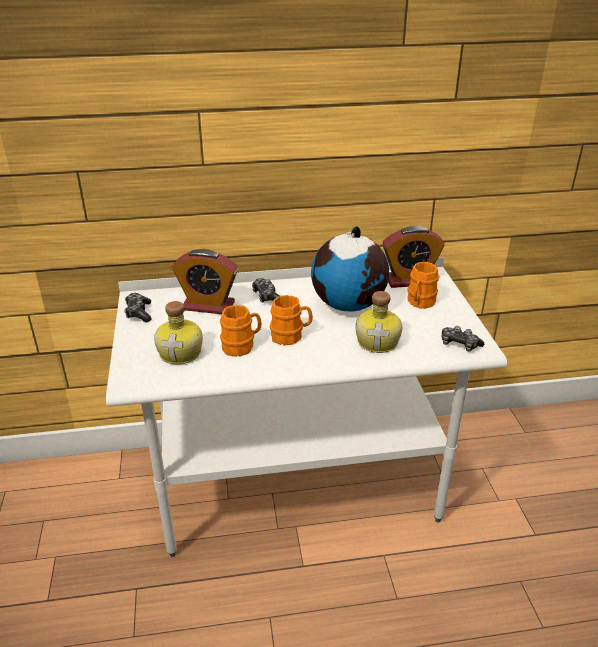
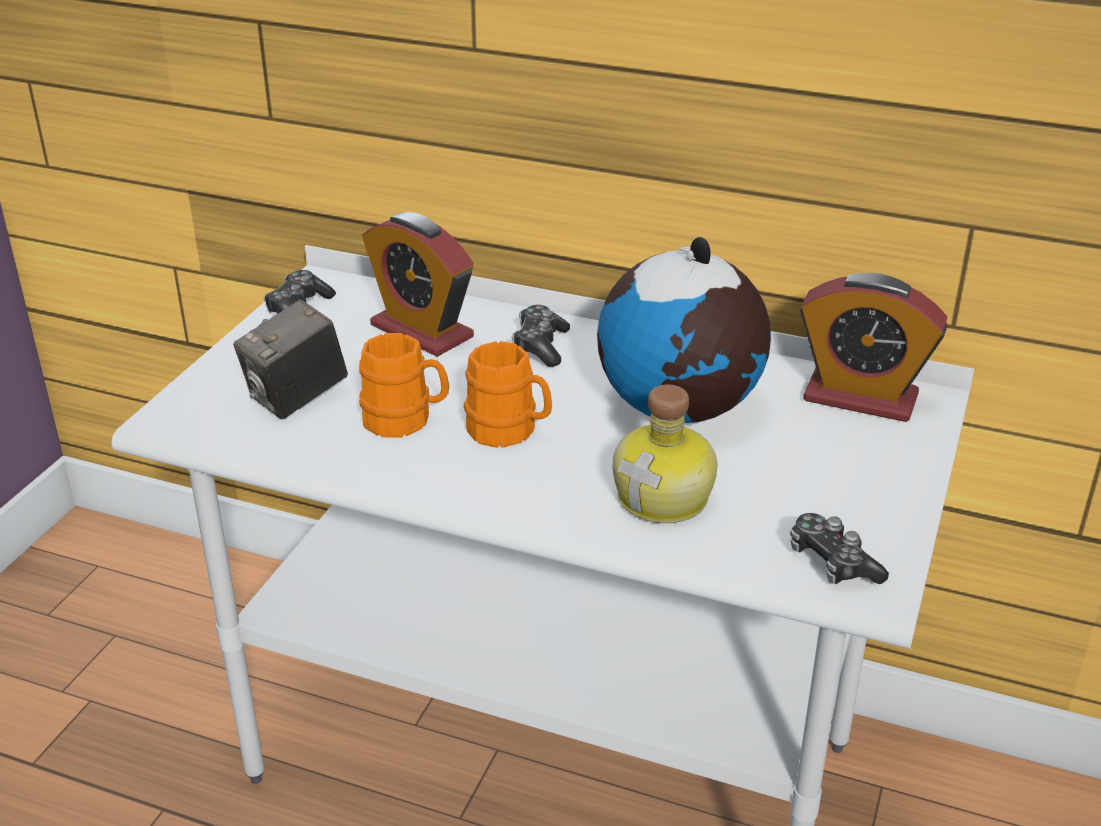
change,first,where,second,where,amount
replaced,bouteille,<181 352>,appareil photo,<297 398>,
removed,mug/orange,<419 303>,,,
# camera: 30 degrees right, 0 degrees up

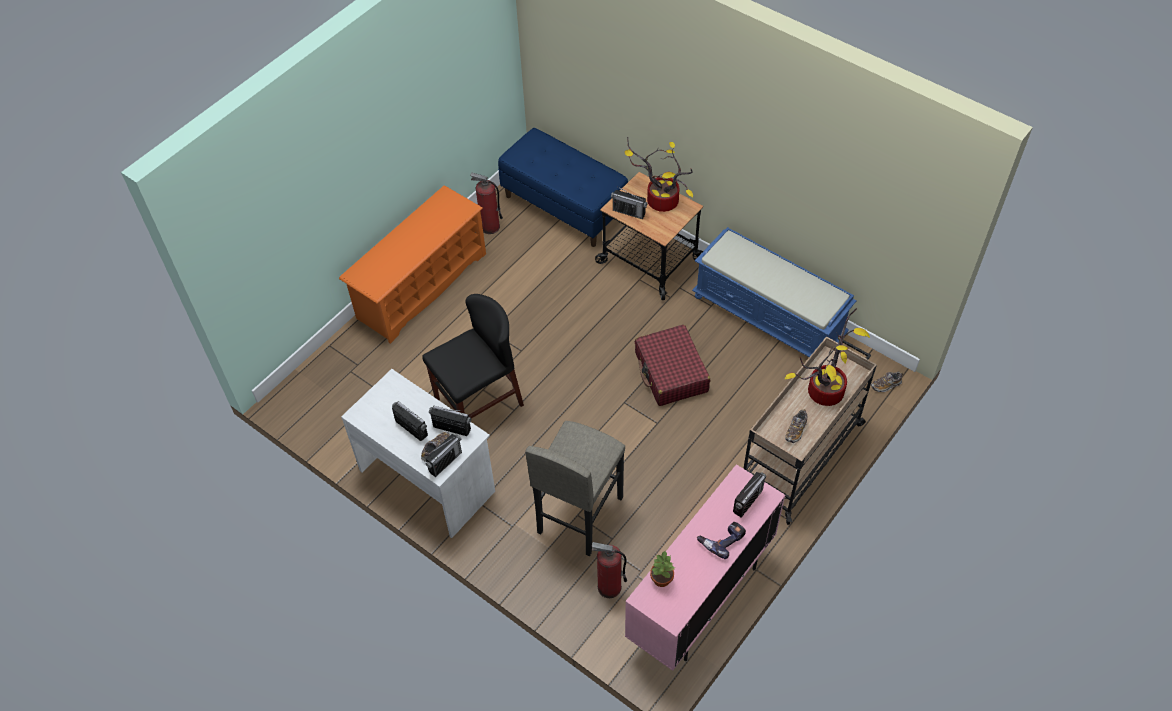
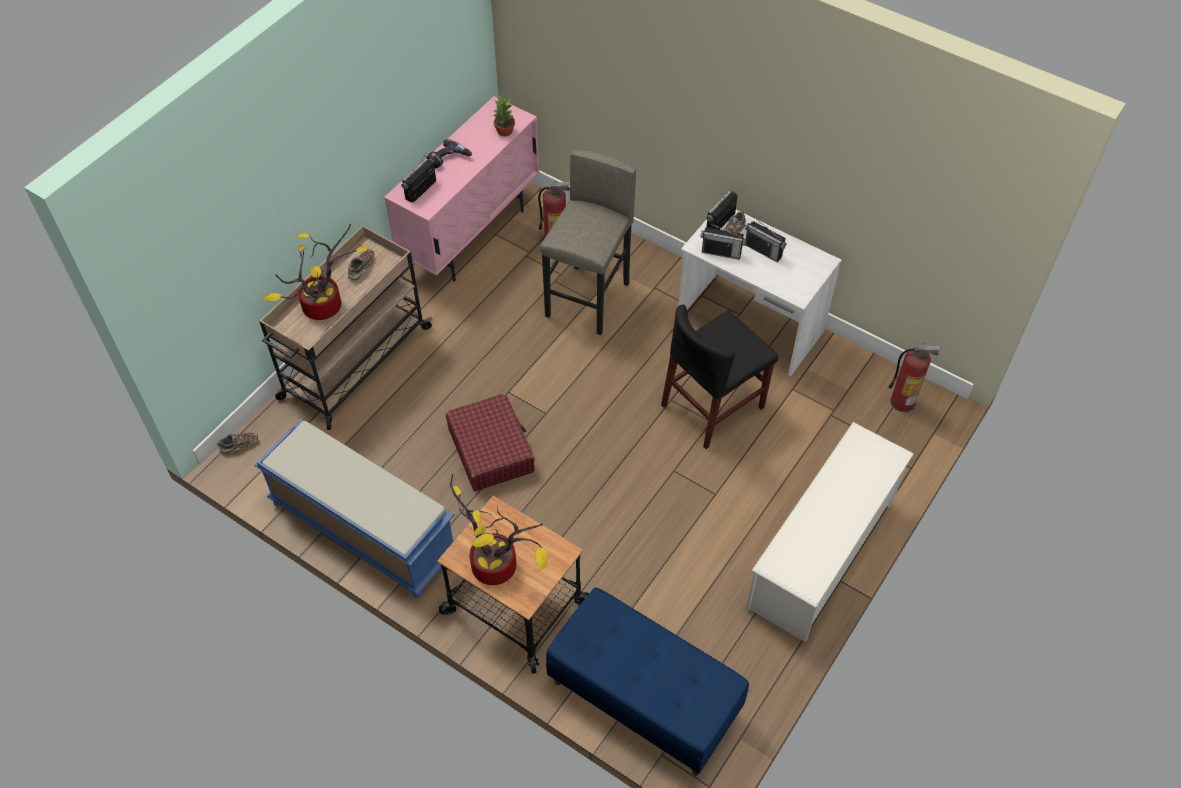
change,first,where,second,where,amount
recoloured,étagère à chaussures/orange,<421 286>,étagère à chaussures/blanc,<821 555>,
moved,extincteur,<490 227>,,<902 401>,
removed,radio,<629 212>,,,
# camera: 175 degrees right, 0 degrees up

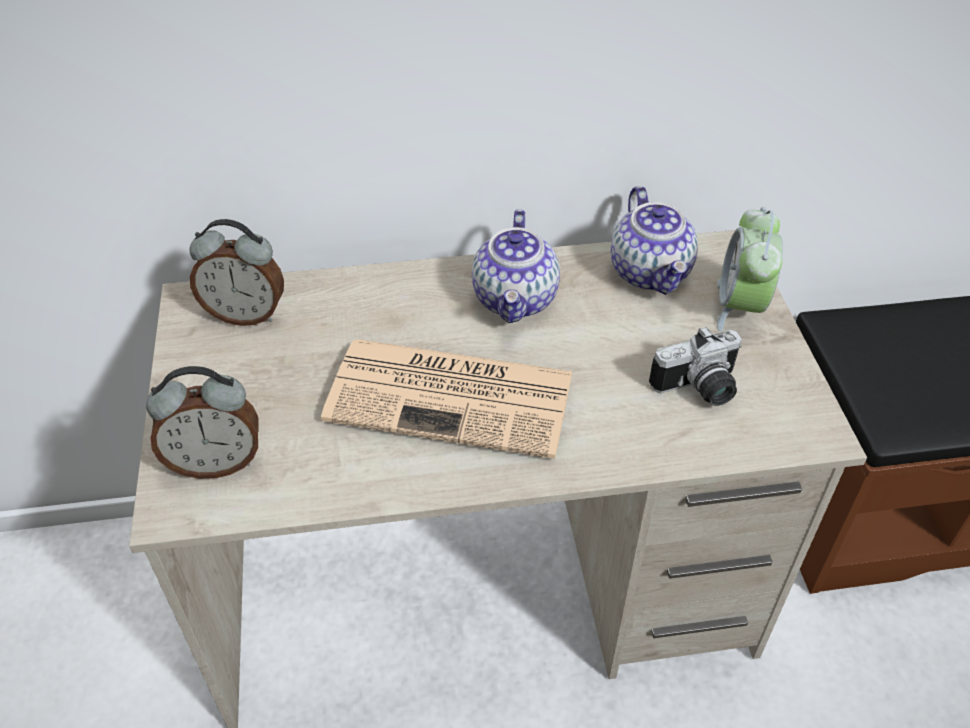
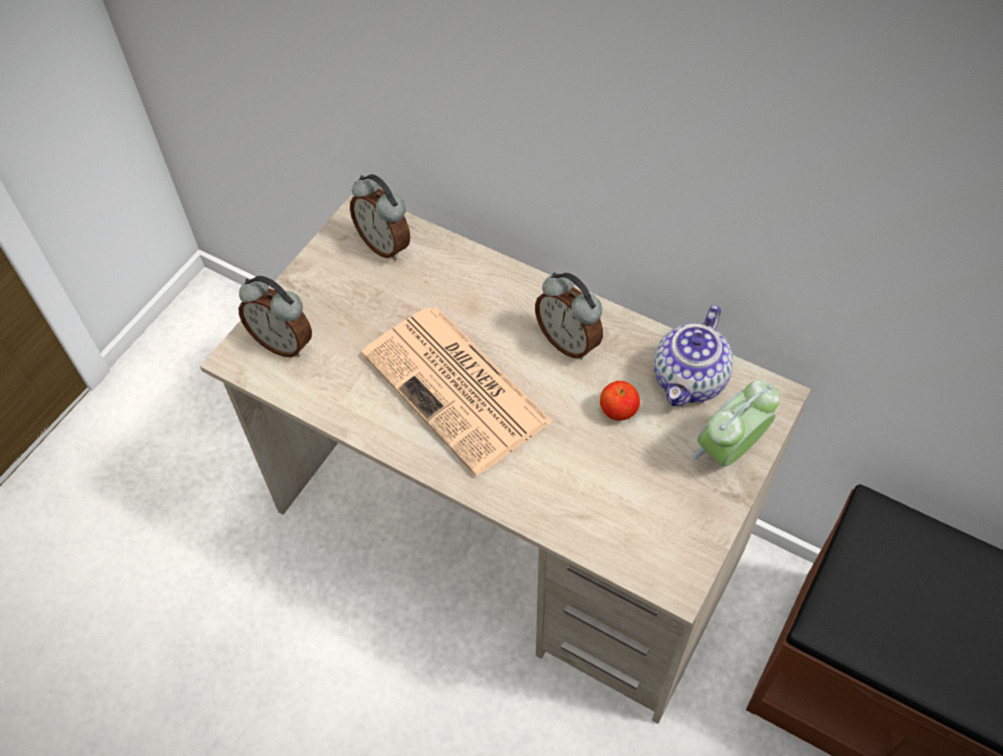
change,first,where,second,where,amount
replaced,théière,<516 300>,réveil,<569 341>,
removed,appareil photo,<699 389>,,,
added,,,pomme,<618 411>,
# camera: 40 degrees right, 10 degrees up

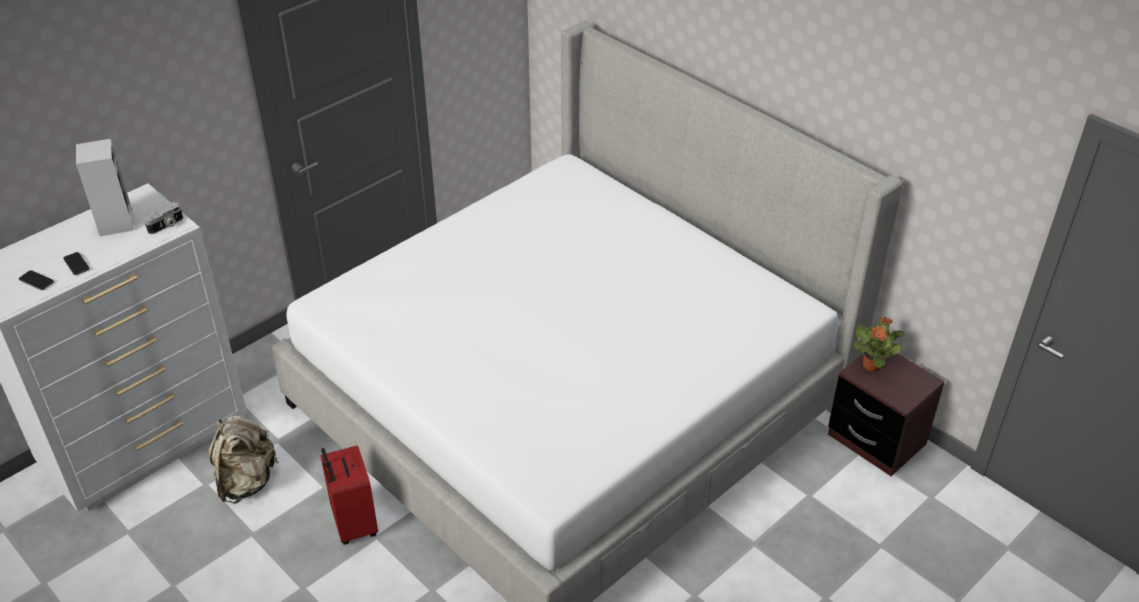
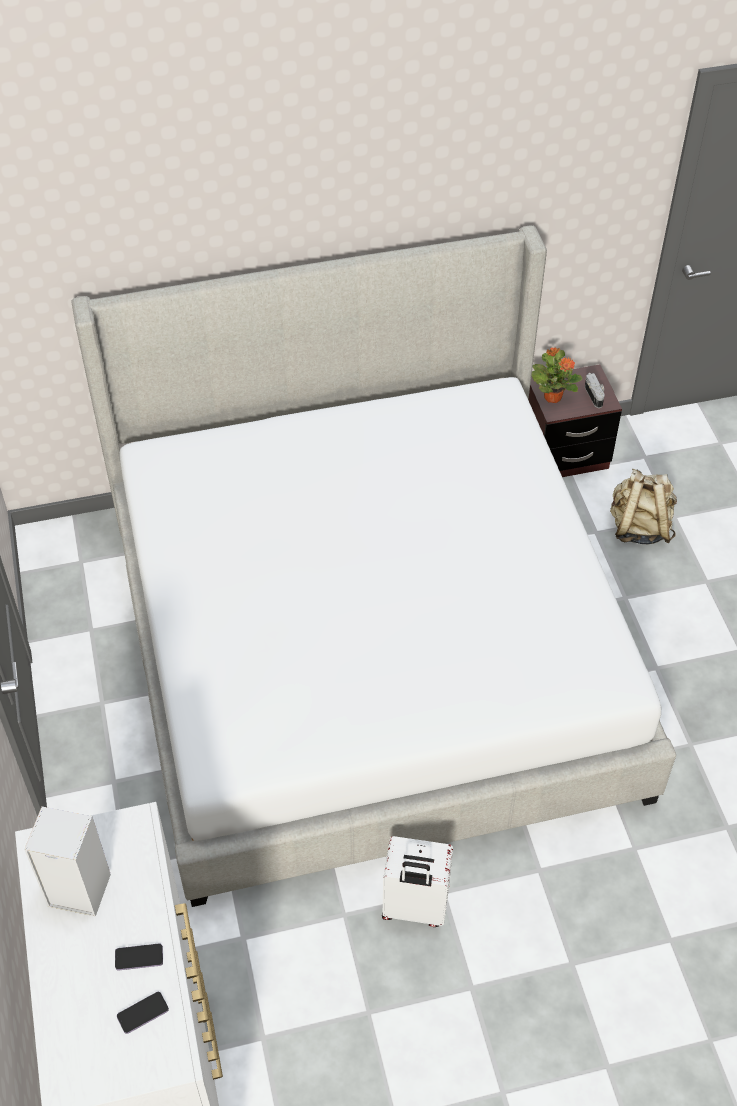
change,first,where,second,where,amount
moved,appareil photo,<166 225>,,<595 395>,
moved,sac à dos/beige,<246 481>,,<639 527>,
recoloured,valise/rouge,<353 524>,valise/blanc,<414 908>,
# camera: 60 degrees left, 10 degrees up

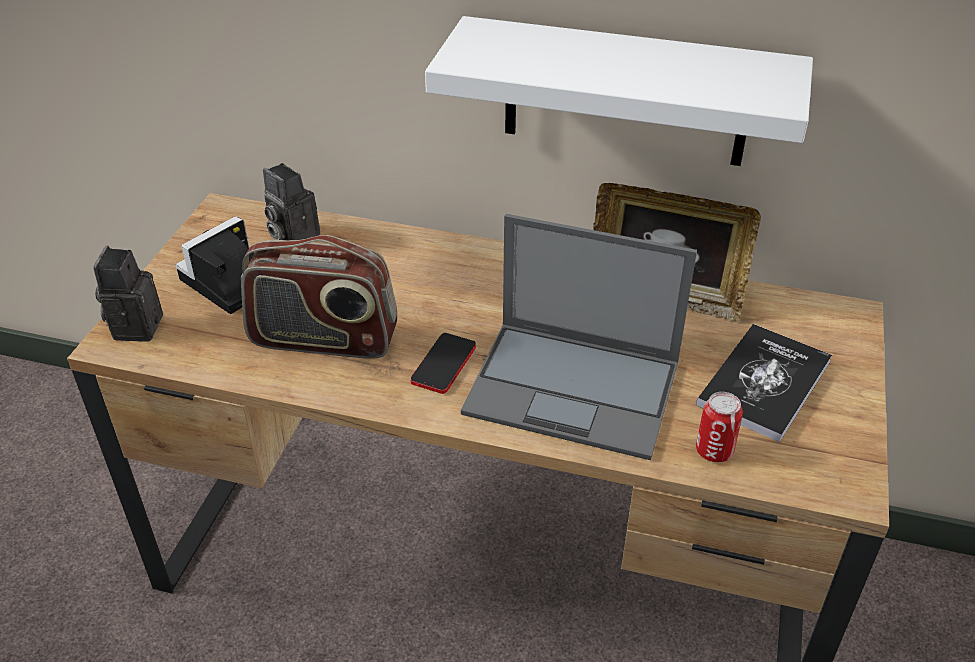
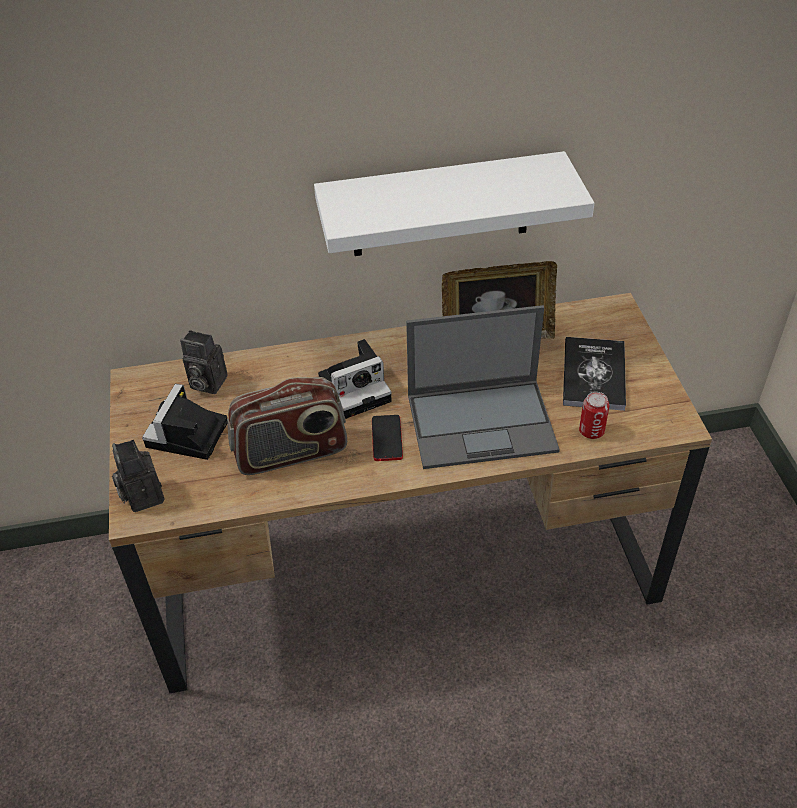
change,first,where,second,where,amount
added,,,appareil photo,<357 388>,
# camera: 25 degrees left, 5 degrees up

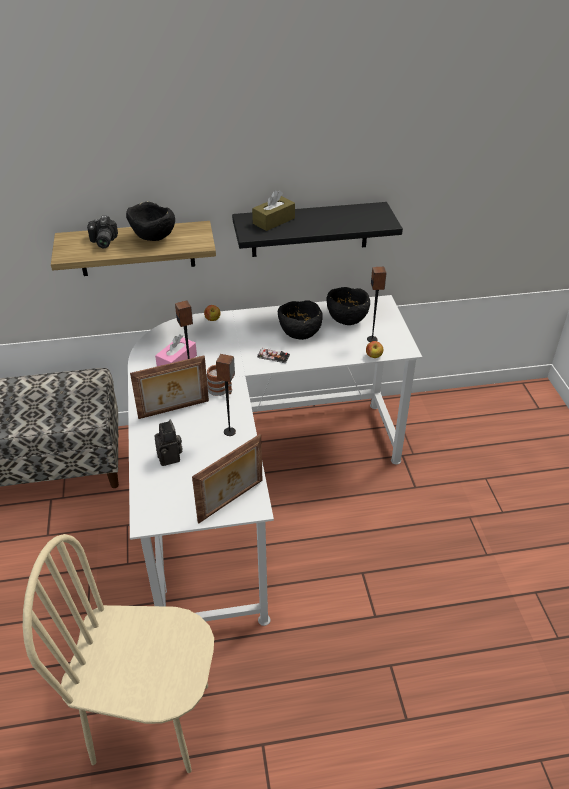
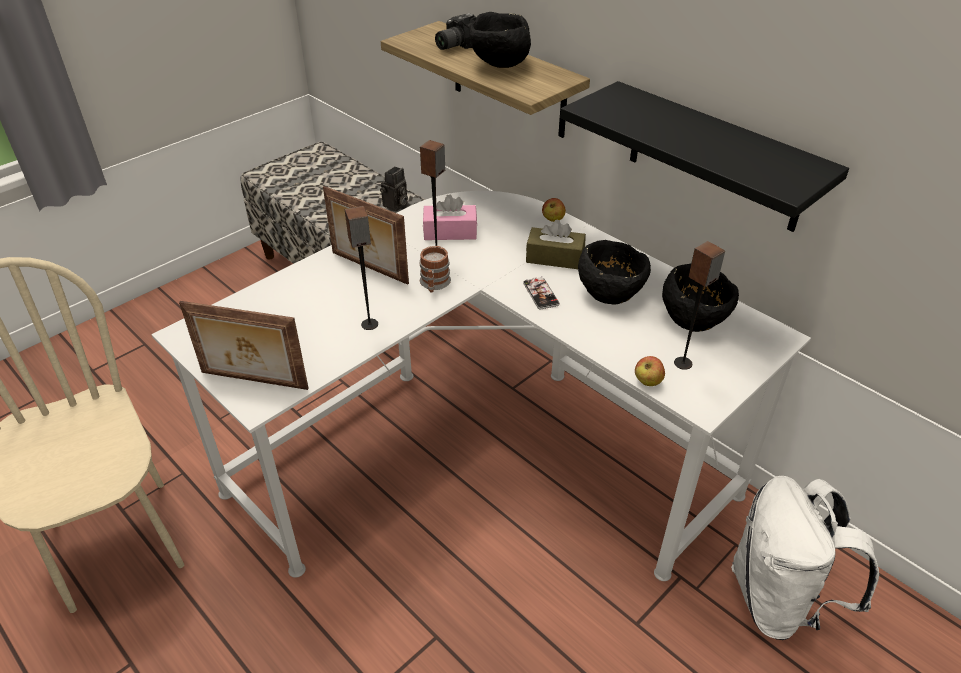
change,first,where,second,where,amount
moved,appareil photo,<170 458>,,<395 206>,
moved,boîte à mouchoirs/marron,<273 221>,,<554 258>,
added,,,sac à dos/blanc,<778 600>,
# camera: 55 degrees right, 0 degrees up

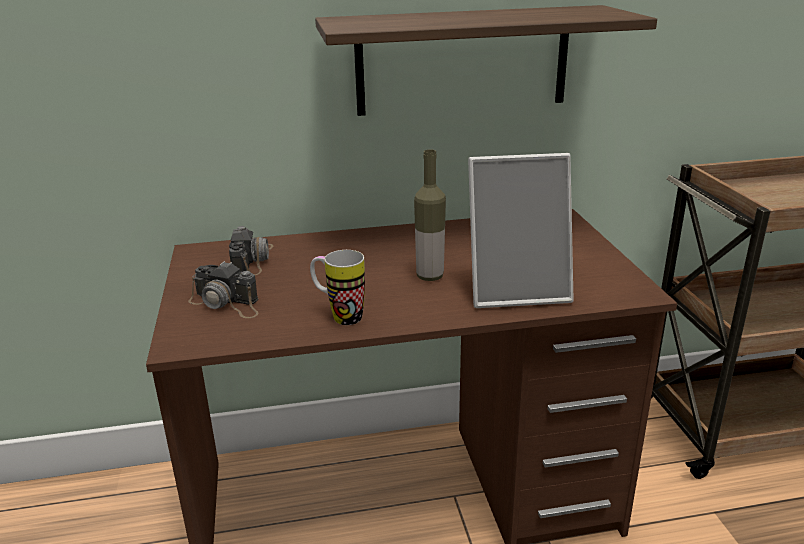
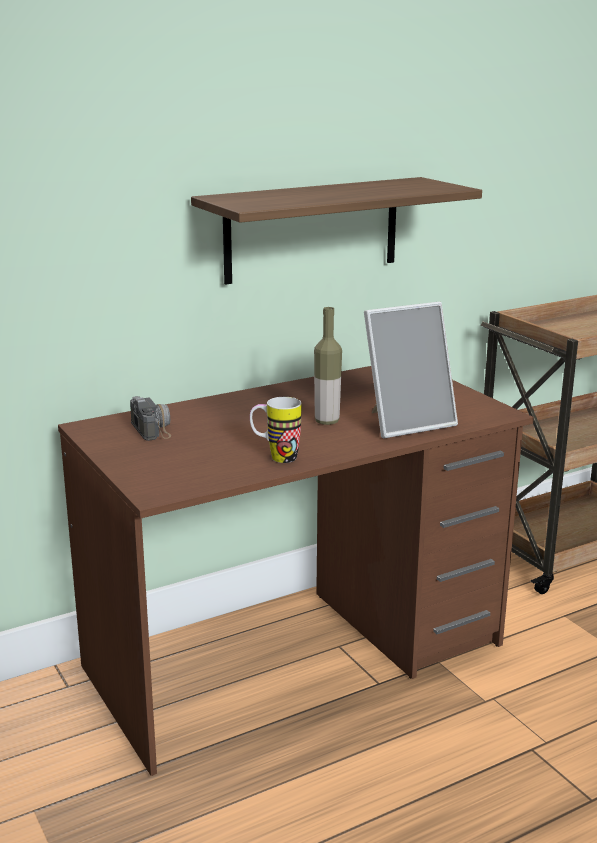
change,first,where,second,where,amount
removed,appareil photo,<227 303>,,,
# camera: 20 degrees left, 5 degrees down

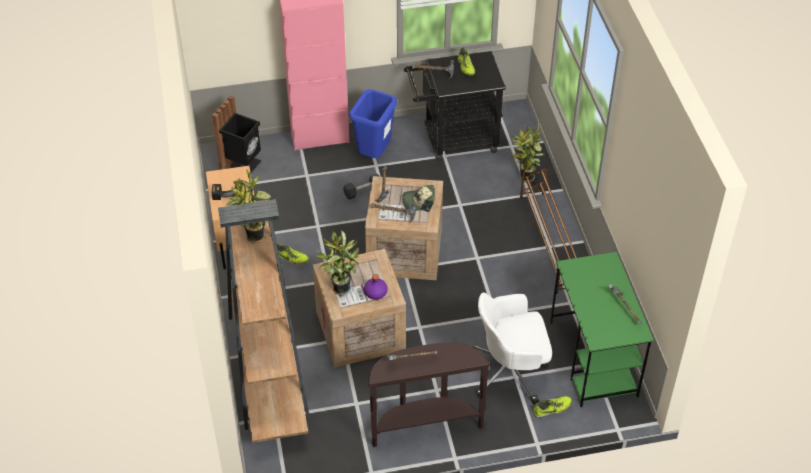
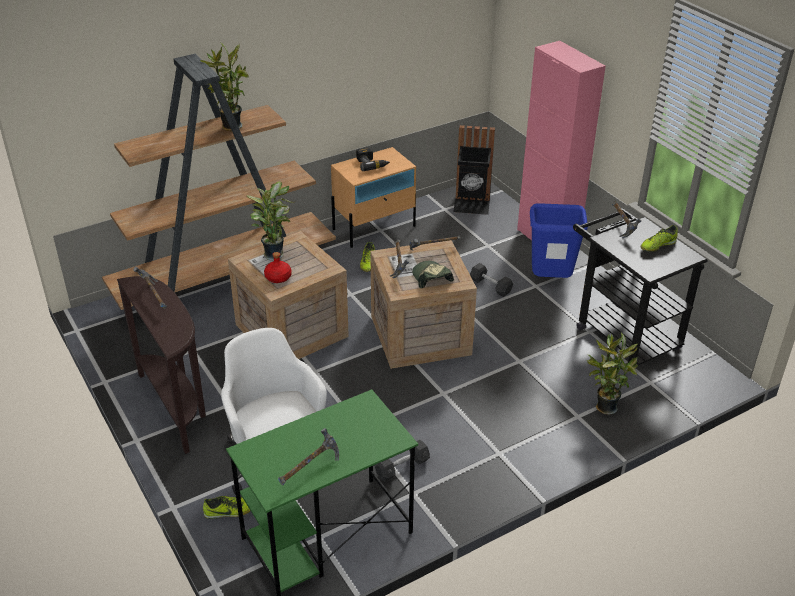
change,first,where,second,where,amount
recoloured,bouteille/violet,<376 292>,bouteille/rouge,<278 277>,
removed,étagère à chaussures/marron,<549 242>,,,
turned,chaussure,<552 409>,,<230 511>,60 degrees counterclockwise
added,,,haltère/gris,<402 467>,
# camera: 70 degrees right, 10 degrees down

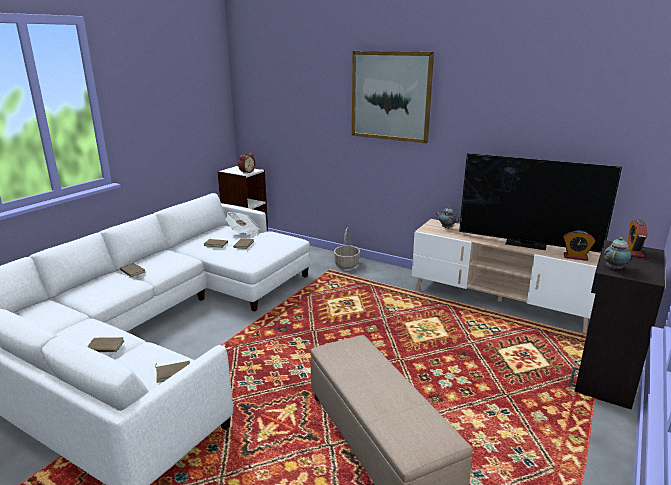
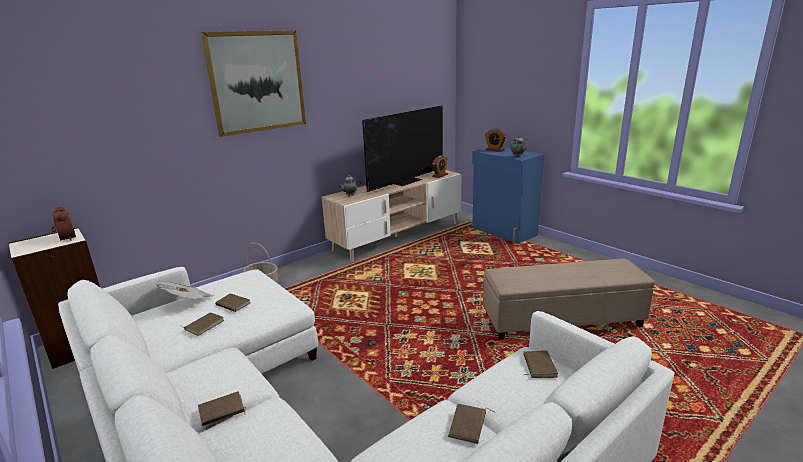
change,first,where,second,where,amount
recoloured,meuble de rangement/noir,<604 375>,meuble de rangement/bleu,<504 232>,
# camera: 70 degrees left, 0 degrees up

